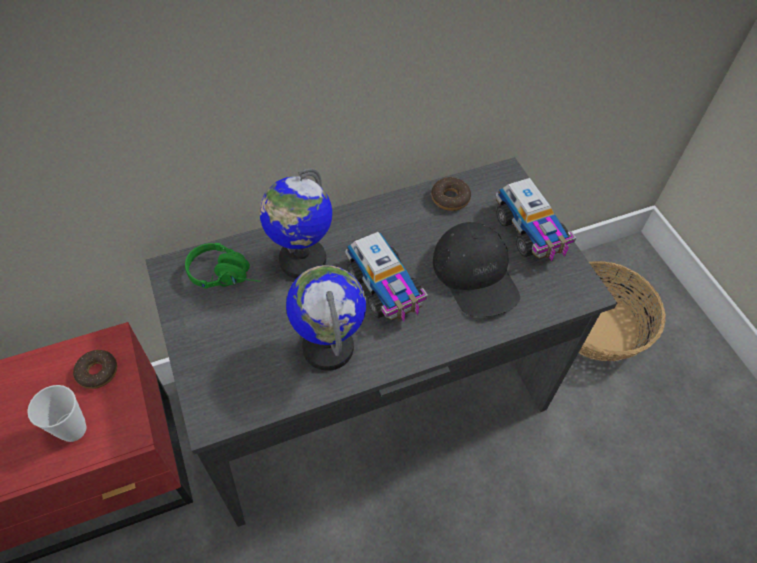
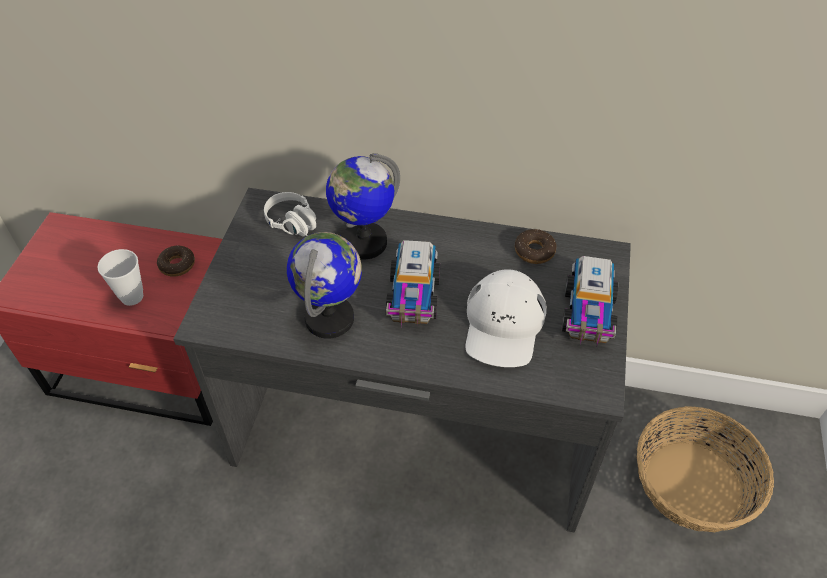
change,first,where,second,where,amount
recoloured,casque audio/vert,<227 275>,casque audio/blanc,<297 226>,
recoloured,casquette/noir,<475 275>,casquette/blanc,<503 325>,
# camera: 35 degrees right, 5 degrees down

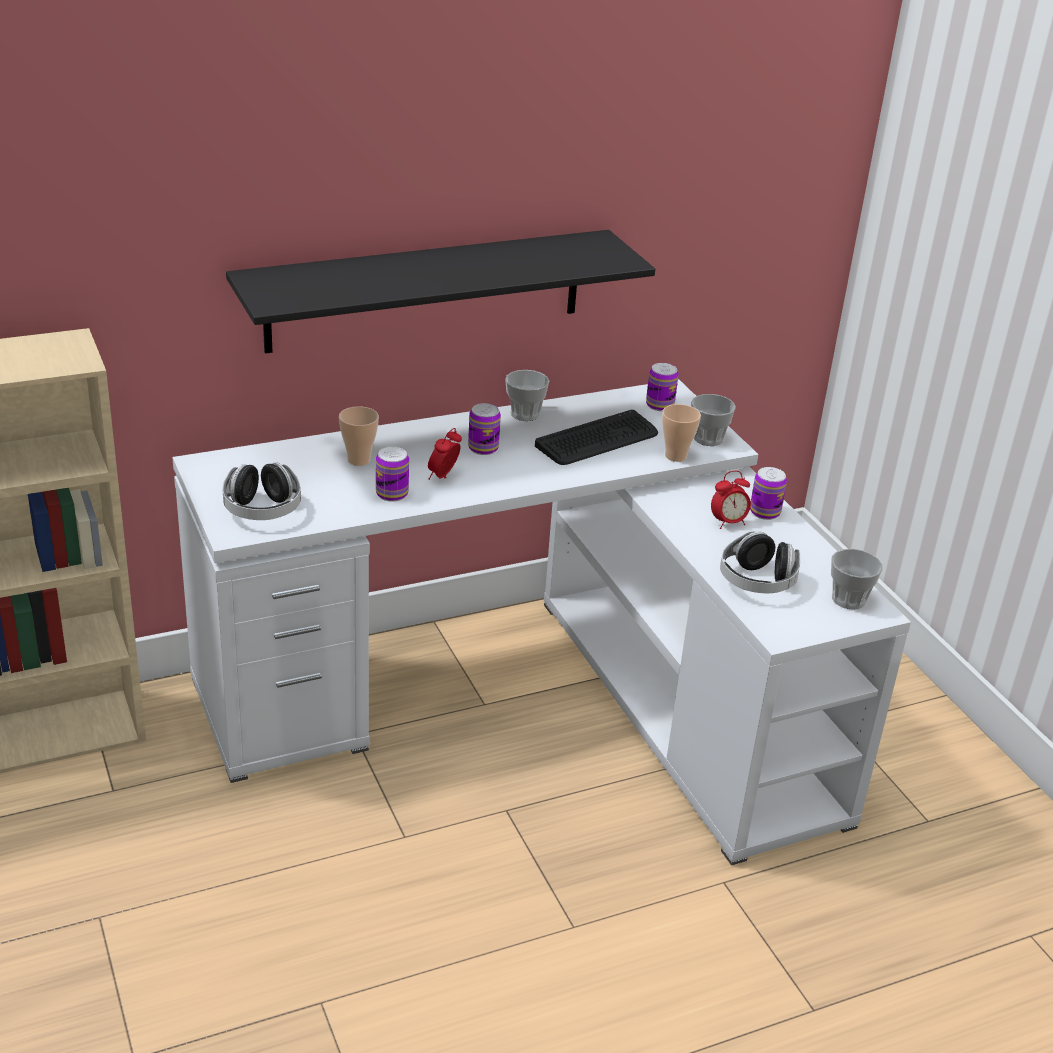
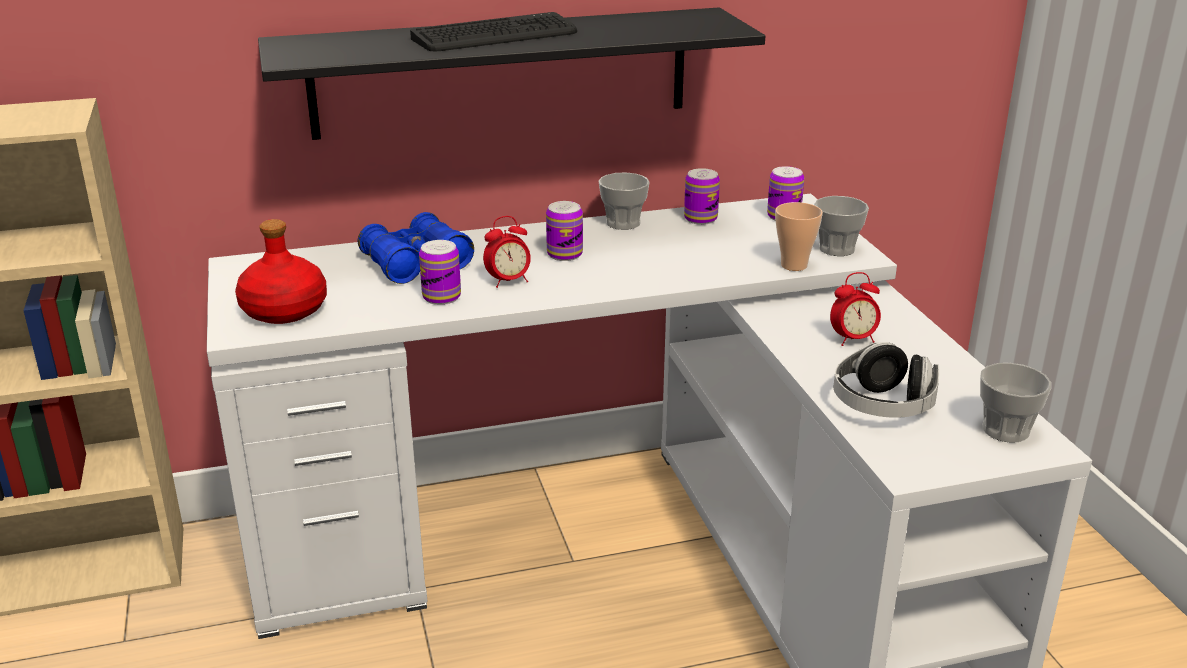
change,first,where,second,where,amount
replaced,casque audio,<262 510>,bouteille/rouge,<283 311>,
replaced,tasse,<358 460>,jumelles/bleu,<416 264>,
turned,réveil,<443 477>,,<508 281>,150 degrees counterclockwise
moved,clavier,<597 440>,,<495 36>,
moved,boîte métallique,<765 512>,,<700 219>,
# camera: 10 degrees right, 5 degrees down

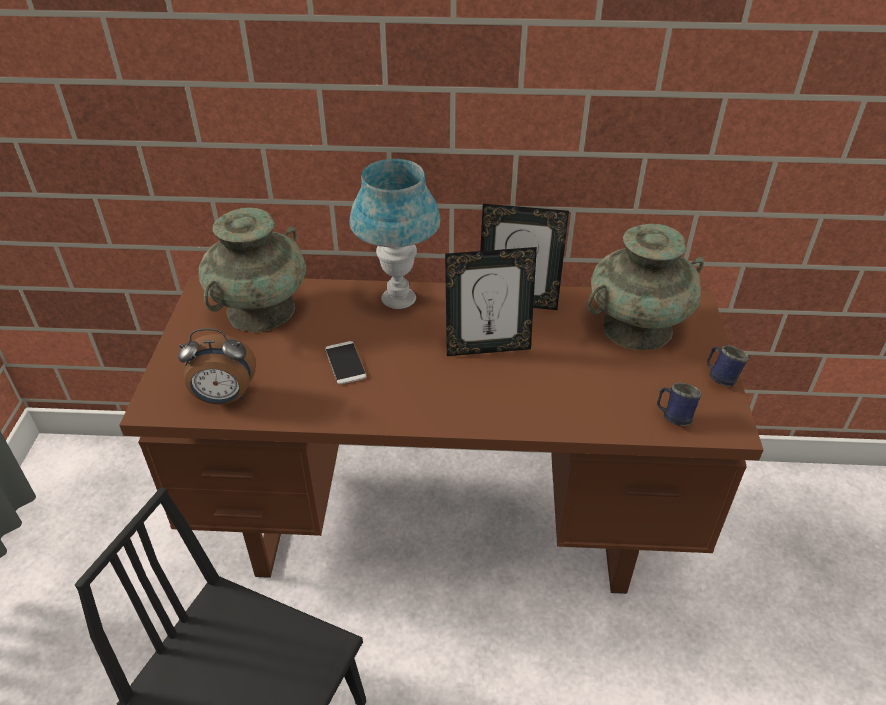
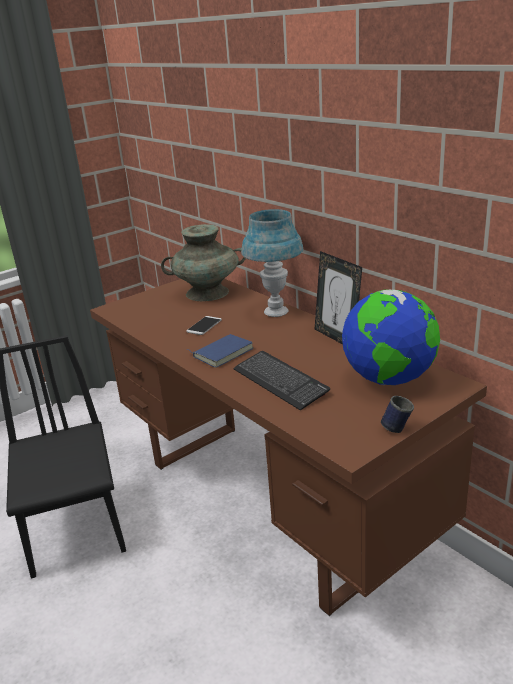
change,first,where,second,where,amount
removed,réveil,<224 398>,,,
removed,cadre photo,<487 348>,,,
replaced,vase/turquoise,<637 327>,globe,<389 379>,
removed,mug/bleu,<673 416>,,,
added,,,livre/bleu,<222 352>,
added,,,clavier,<280 381>,
# camera: 50 degrees right, 15 degrees down

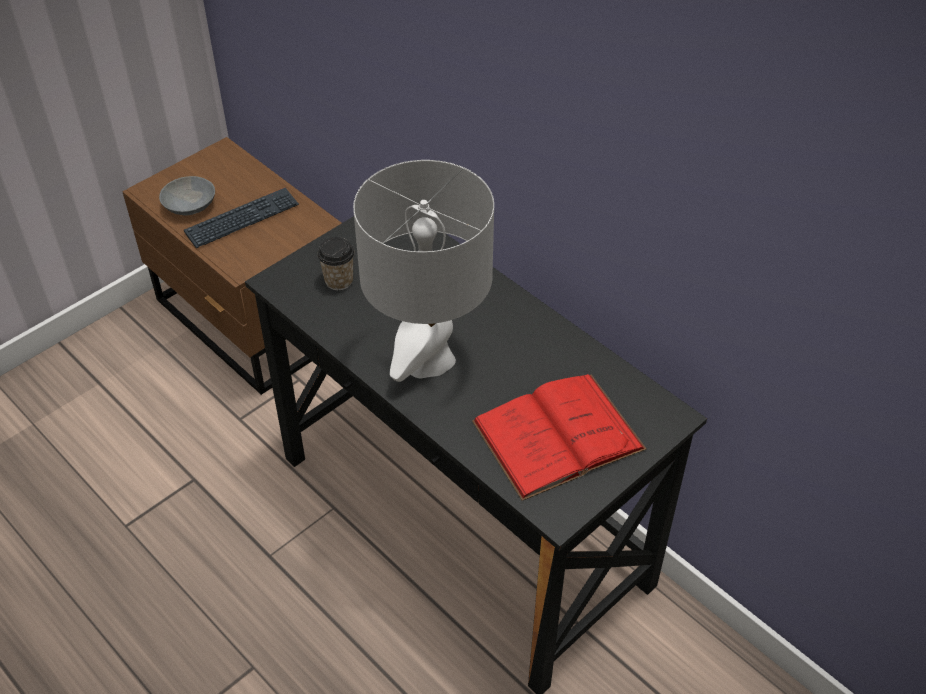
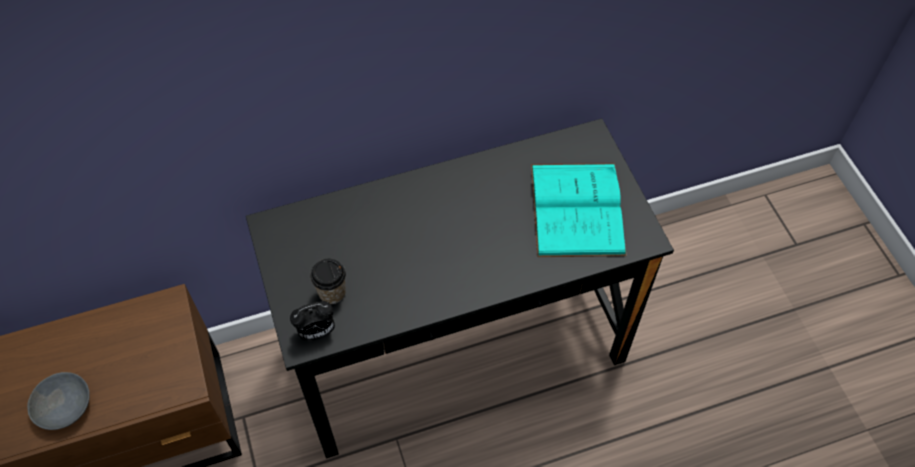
change,first,where,second,where,amount
removed,clavier,<242 219>,,,
removed,lampe de table/gris,<428 360>,,,
recoloured,livre/rouge,<558 435>,livre/turquoise,<577 209>,
added,,,réveil,<316 332>,
# camera: 65 degrees left, 10 degrees up

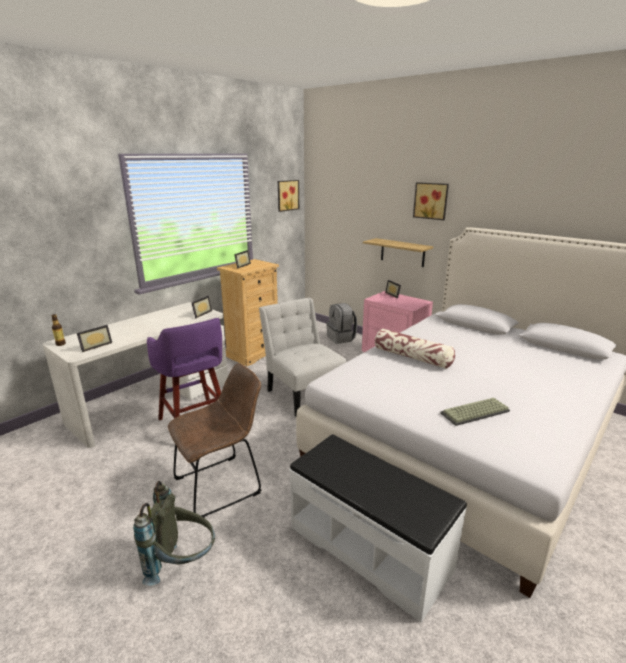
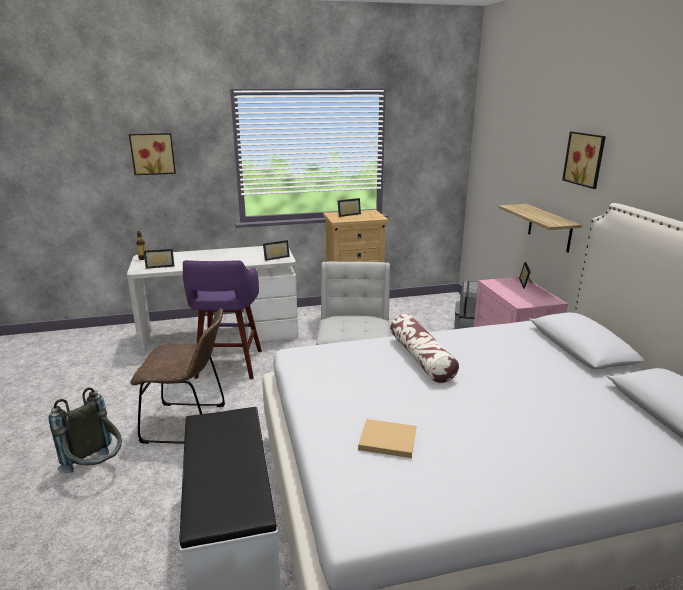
change,first,where,second,where,amount
moved,tableau,<287 195>,,<153 153>,
replaced,clavier,<475 413>,livre/beige,<386 440>,
# camera: 35 degrees right, 0 degrees up

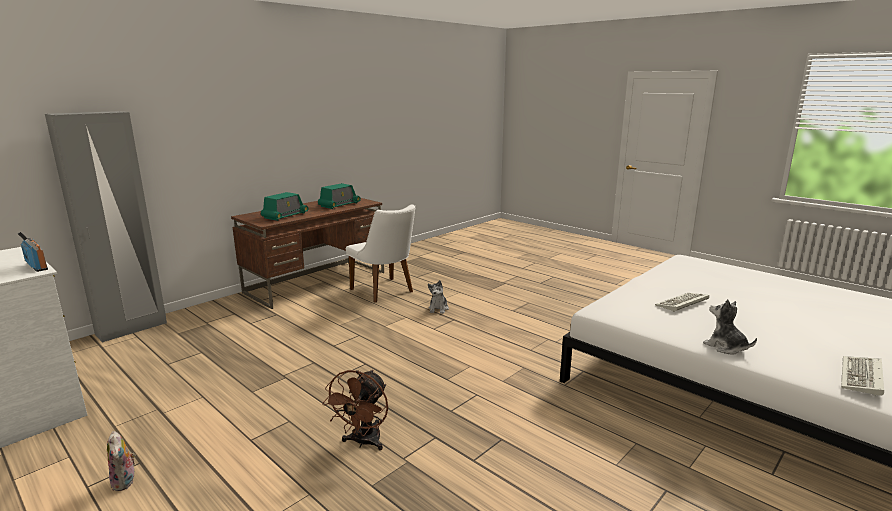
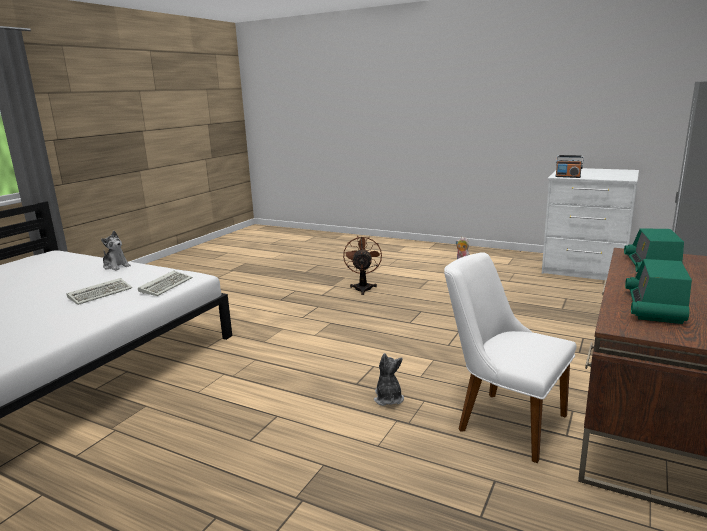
change,first,where,second,where,amount
moved,clavier,<862 378>,,<166 285>,
# camera: 165 degrees right, 0 degrees up

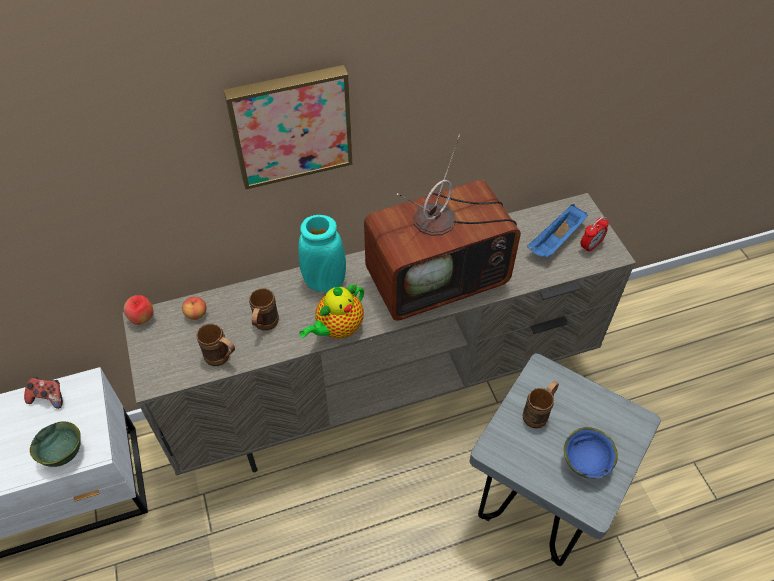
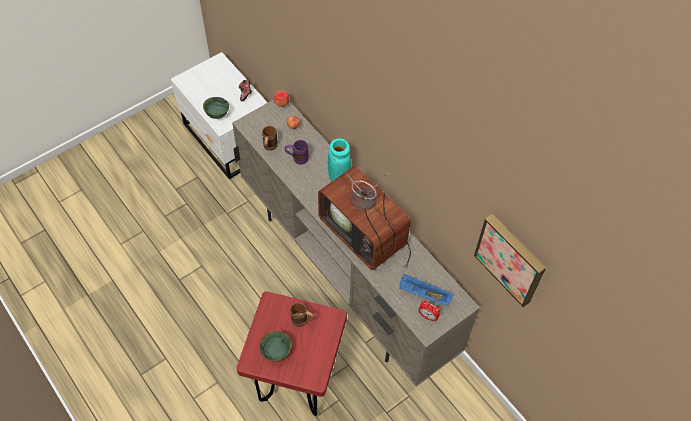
change,first,where,second,where,amount
moved,tableau,<290 125>,,<511 258>,
recoloured,mug/marron,<264 326>,mug/violet,<297 159>,
removed,théière,<337 329>,,,
recoloured,tabouret/gris,<536 507>,tabouret/rouge,<297 382>,
recoloured,bol/bleu,<585 463>,bol/vert,<277 353>,
# camera: 70 degrees right, 5 degrees up

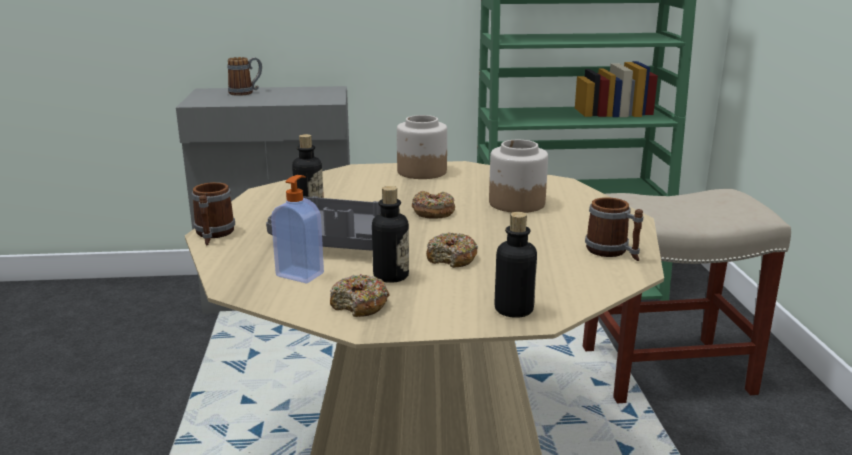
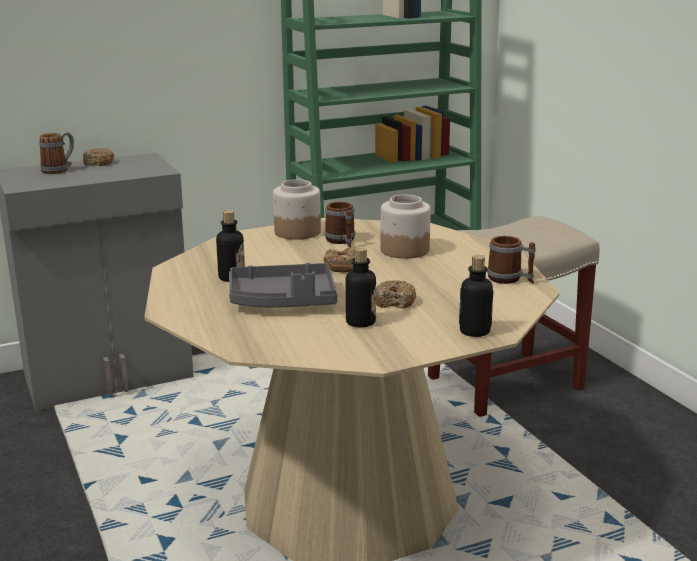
change,first,where,second,where,amount
moved,mug,<213 235>,,<342 241>,
removed,distributeur de savon,<301 274>,,,
moved,beignet,<360 305>,,<99 162>,
# camera: 20 degrees left, 0 degrees up

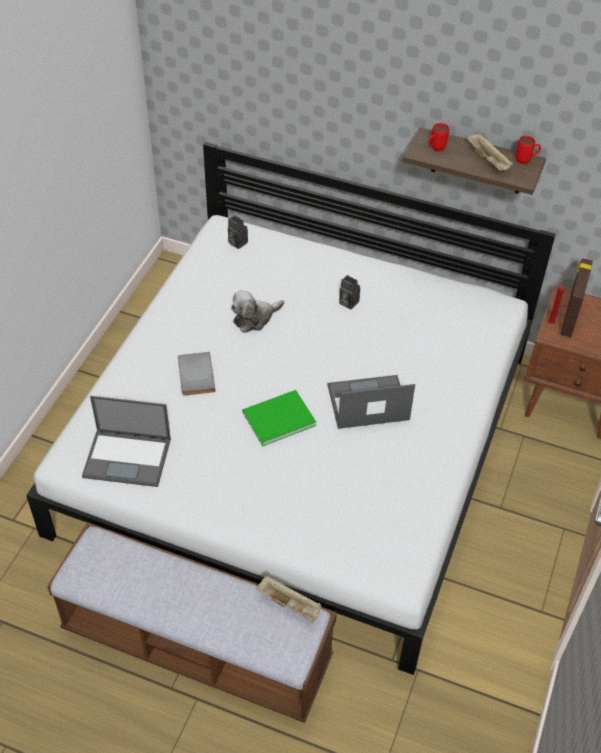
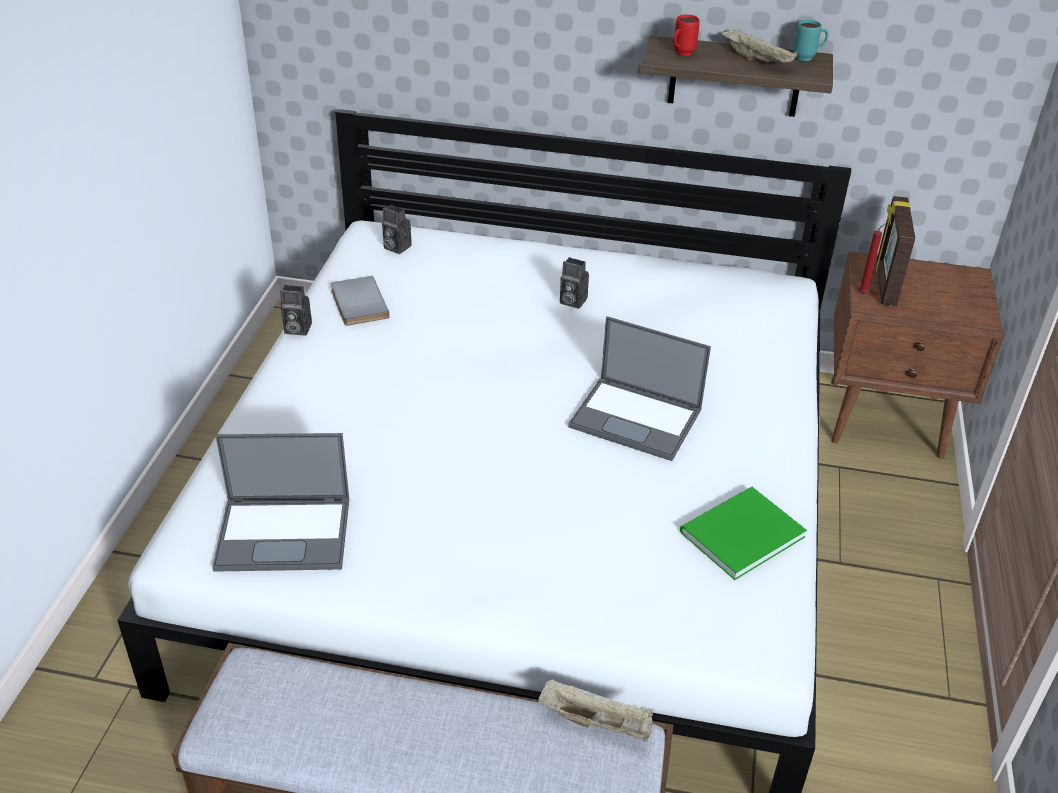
change,first,where,second,where,amount
moved,livre/gris,<194 375>,,<357 304>,
removed,peluche,<255 318>,,,
moved,livre/vert,<276 418>,,<738 534>,
turned,ordinateur portable,<367 403>,,<637 418>,135 degrees counterclockwise
recoloured,mug/rouge,<526 161>,mug/turquoise,<808 58>,
added,,,appareil photo,<296 329>,
# camera: 10 degrees left, 10 degrees down

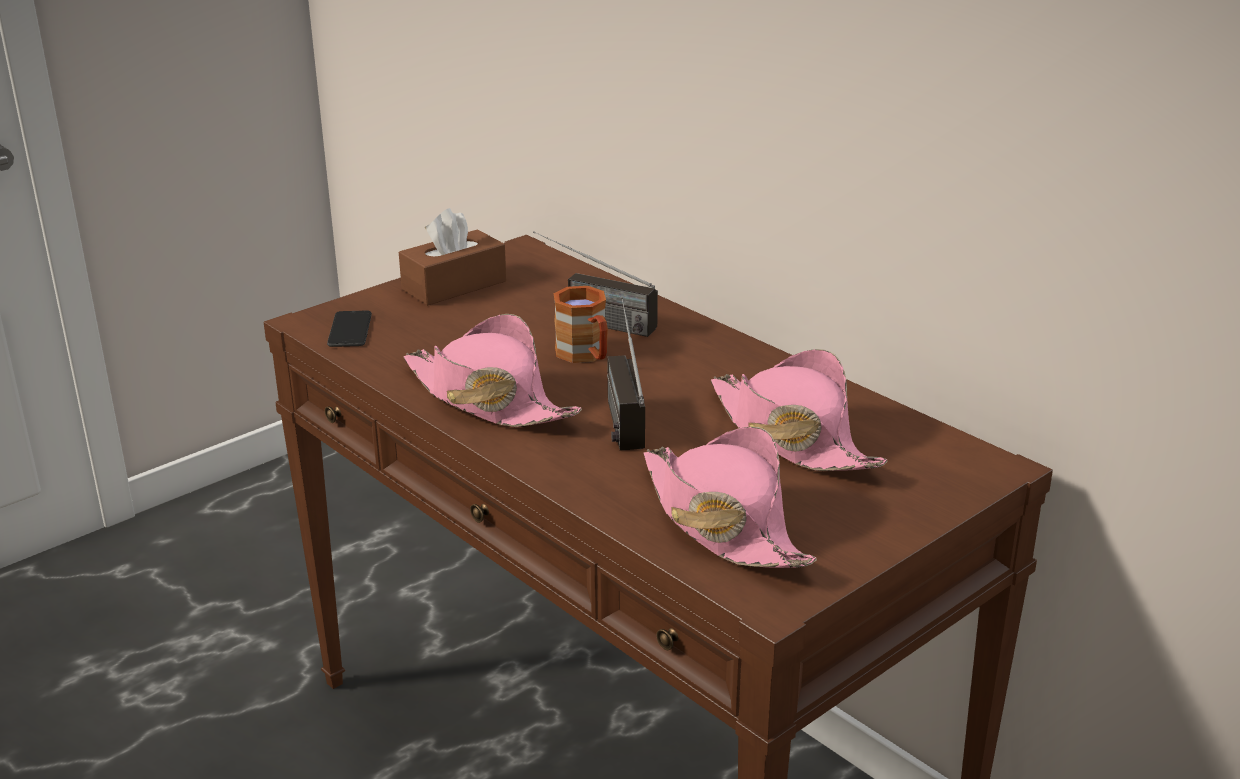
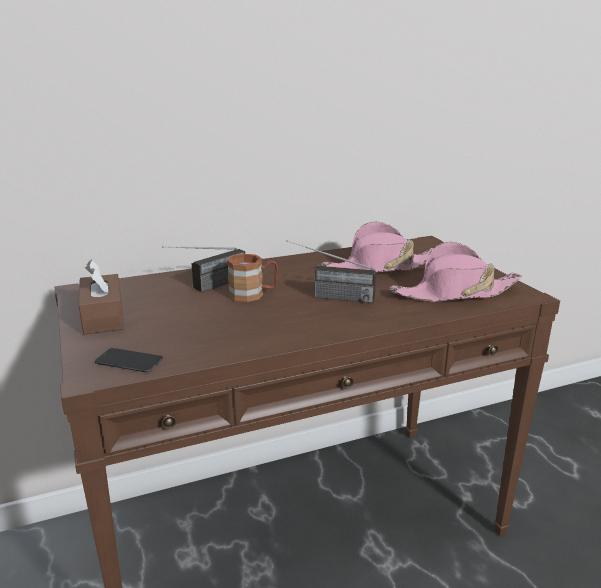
change,first,where,second,where,amount
removed,chapeau/rose,<488 399>,,,
# camera: 70 degrees left, 5 degrees down

